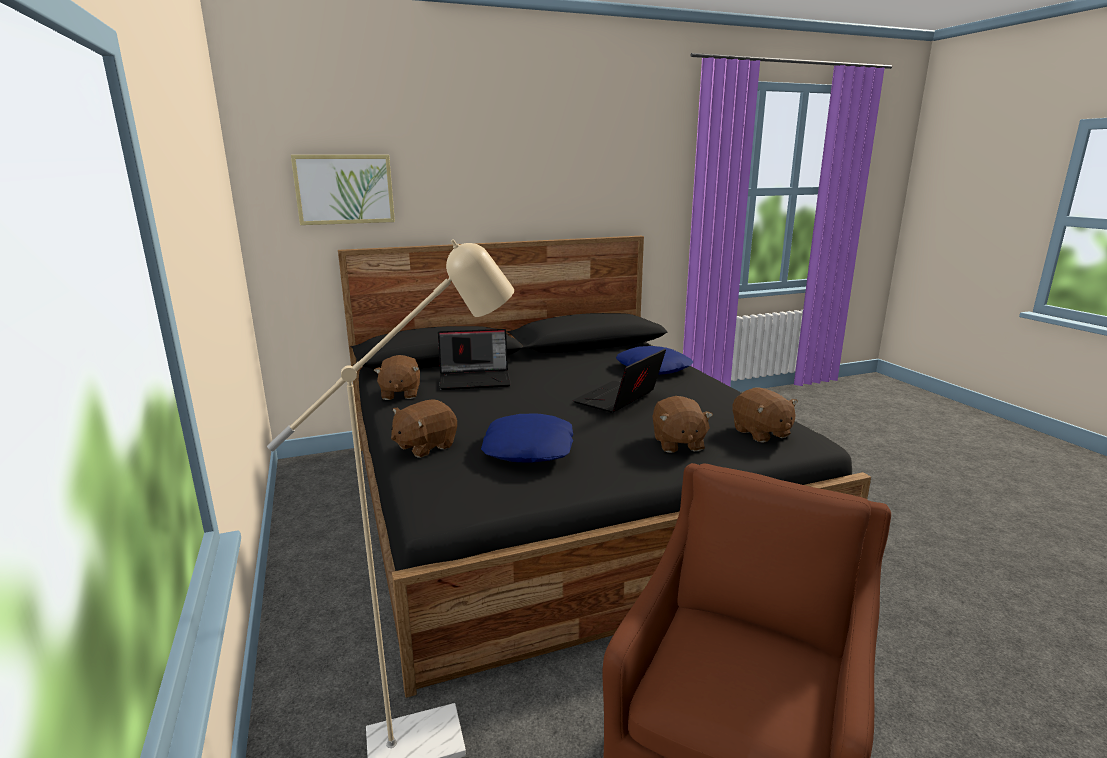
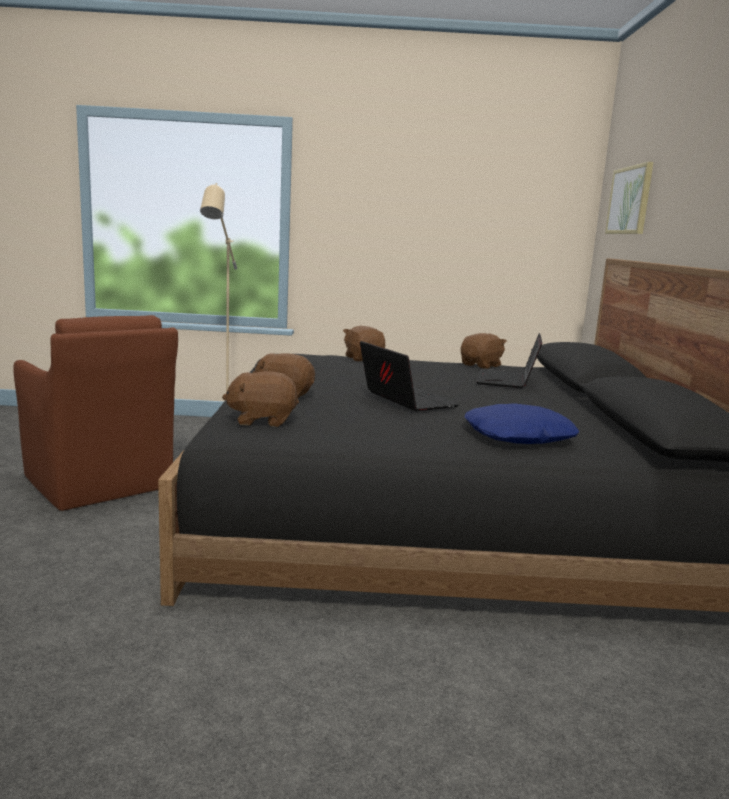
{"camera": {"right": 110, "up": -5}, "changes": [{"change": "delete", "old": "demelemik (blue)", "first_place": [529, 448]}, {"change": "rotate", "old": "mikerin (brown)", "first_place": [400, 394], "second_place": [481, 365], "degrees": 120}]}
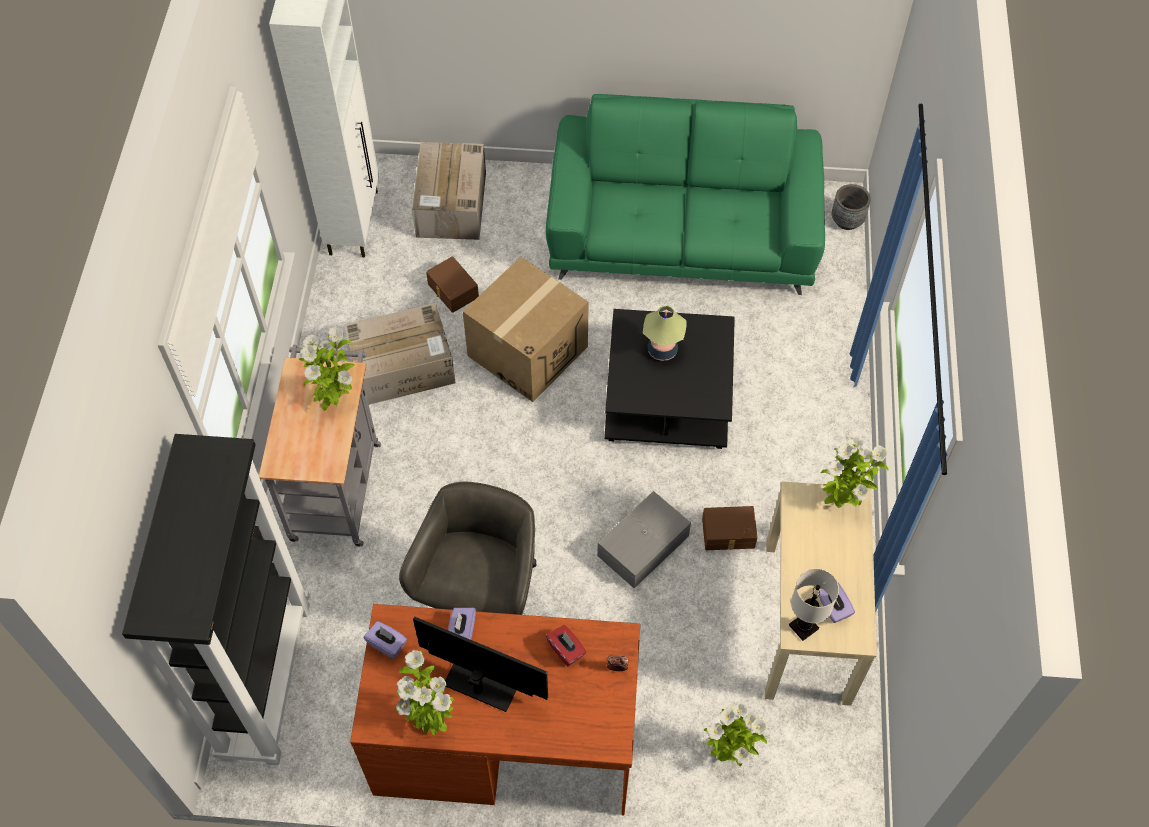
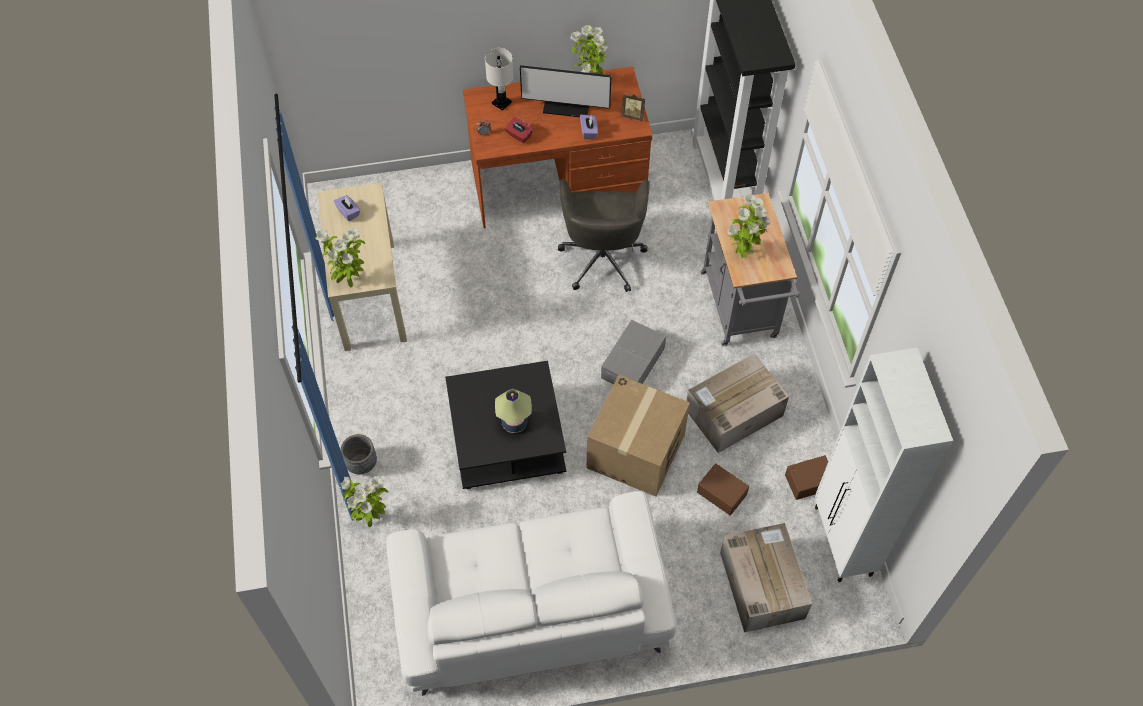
{"camera": {"right": 165, "up": 0}, "changes": [{"change": "move", "old": "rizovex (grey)", "first_place": [641, 545], "second_place": [634, 363]}, {"change": "move", "old": "rizovex (brown)", "first_place": [728, 534], "second_place": [808, 480]}, {"change": "move", "old": "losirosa", "first_place": [729, 754], "second_place": [370, 518]}, {"change": "move", "old": "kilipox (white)", "first_place": [804, 627], "second_place": [501, 103]}, {"change": "move", "old": "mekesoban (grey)", "first_place": [847, 221], "second_place": [361, 463]}, {"change": "replace", "old": "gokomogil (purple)", "new": "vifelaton", "first_place": [387, 644], "second_place": [633, 115]}, {"change": "recolor", "old": "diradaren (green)", "new": "diradaren (white)", "first_place": [683, 233], "second_place": [530, 608]}]}
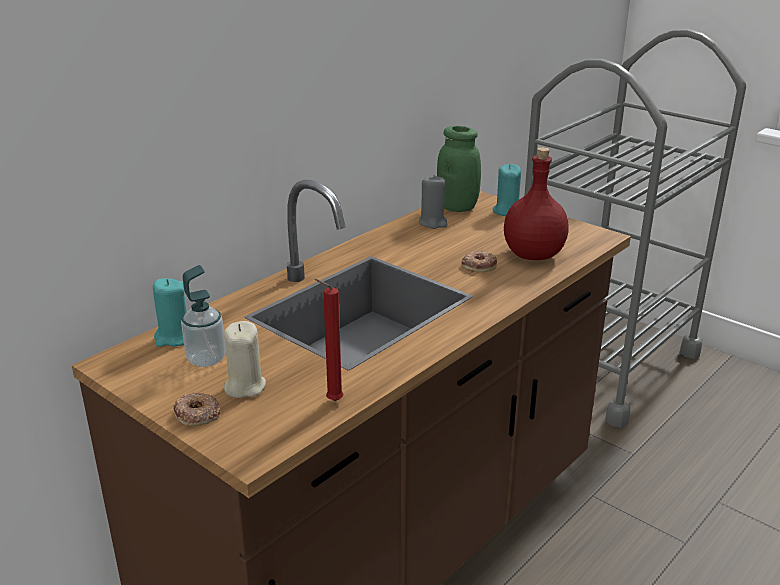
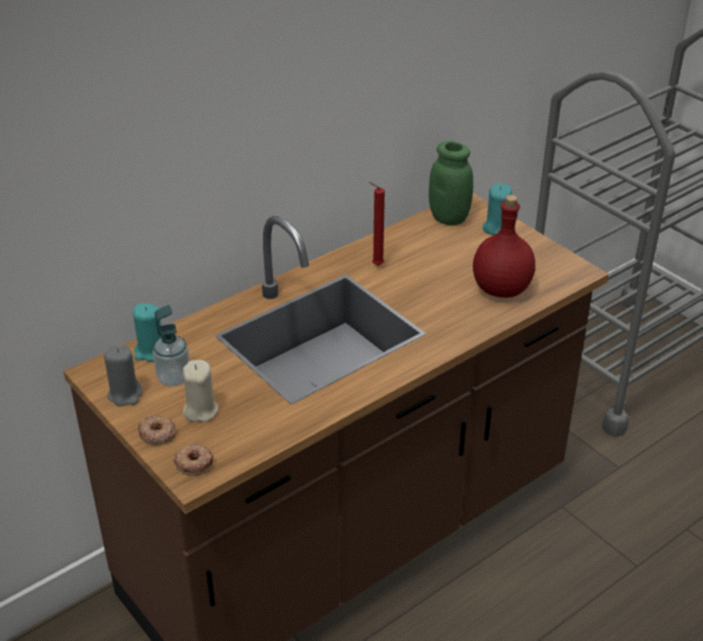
{"camera": {"right": 10, "up": 10}, "changes": [{"change": "move", "old": "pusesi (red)", "first_place": [332, 401], "second_place": [376, 265]}, {"change": "move", "old": "pusesi (grey)", "first_place": [433, 223], "second_place": [125, 394]}, {"change": "move", "old": "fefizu", "first_place": [479, 265], "second_place": [194, 462]}]}
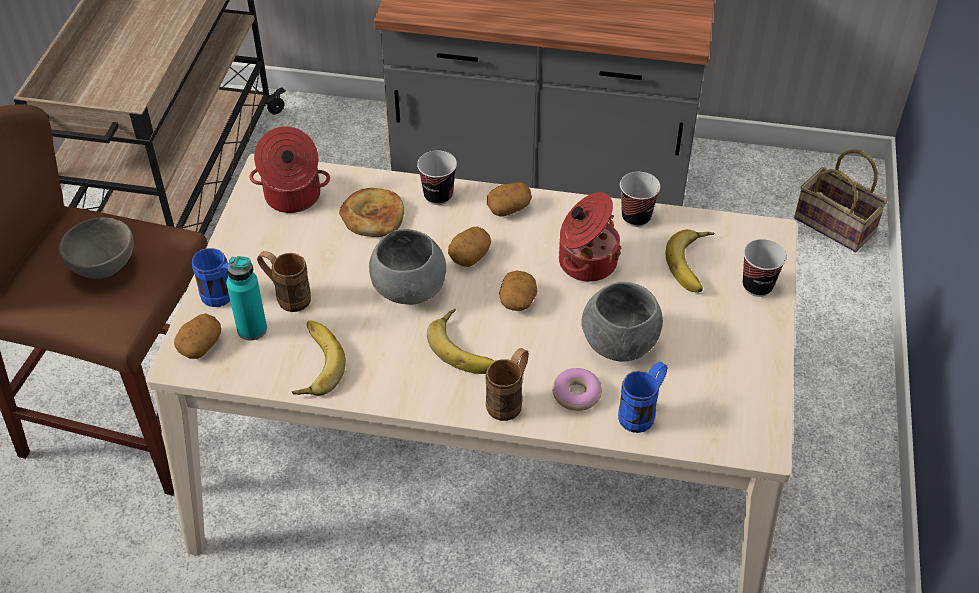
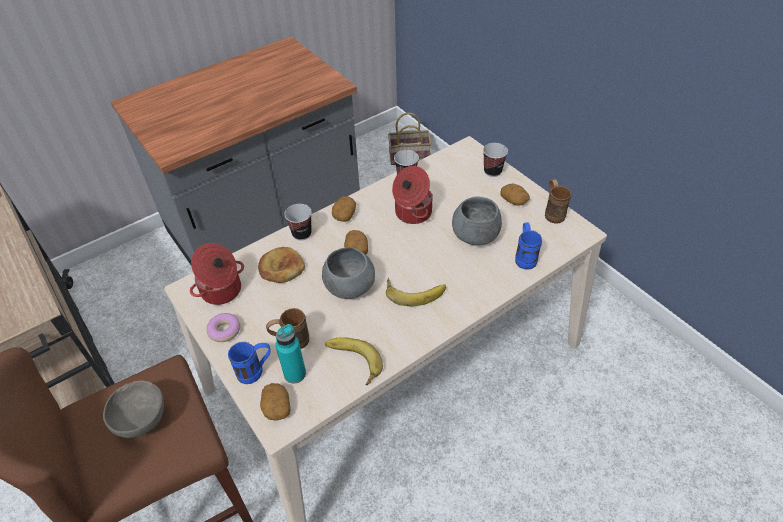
{"camera": {"right": -45, "up": 0}, "changes": [{"change": "delete", "old": "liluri", "first_place": [695, 264]}, {"change": "move", "old": "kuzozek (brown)", "first_place": [509, 400], "second_place": [553, 212]}, {"change": "move", "old": "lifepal", "first_place": [518, 300], "second_place": [514, 200]}, {"change": "move", "old": "fefizu", "first_place": [576, 394], "second_place": [224, 330]}]}
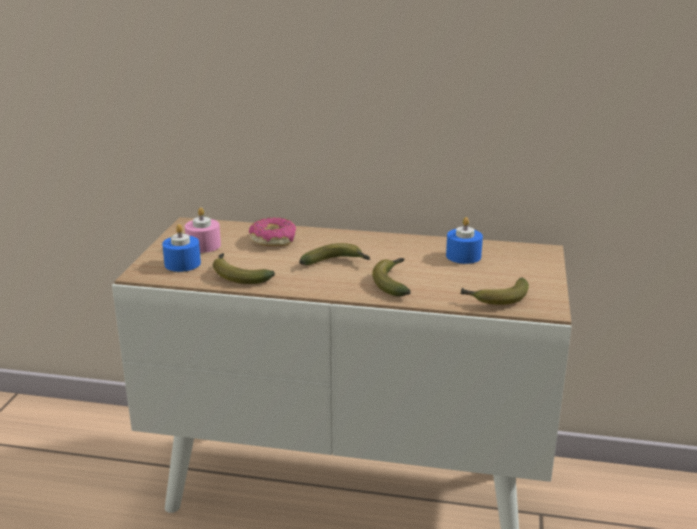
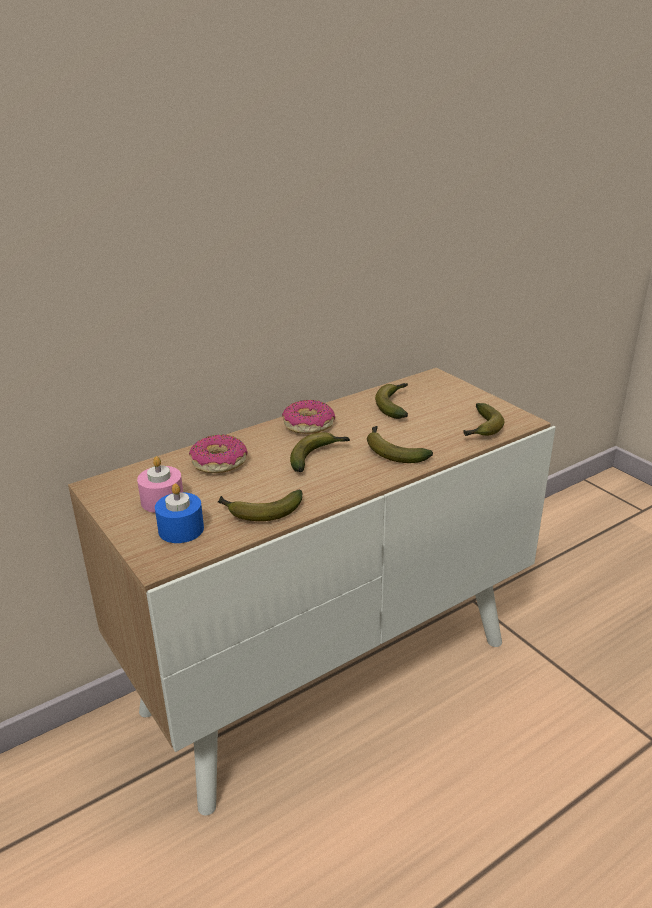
{"camera": {"right": -45, "up": 5}, "changes": [{"change": "insert", "new": "fefizu", "second_place": [308, 425]}, {"change": "replace", "old": "pusesi (blue)", "new": "liluri", "first_place": [463, 256], "second_place": [394, 405]}]}
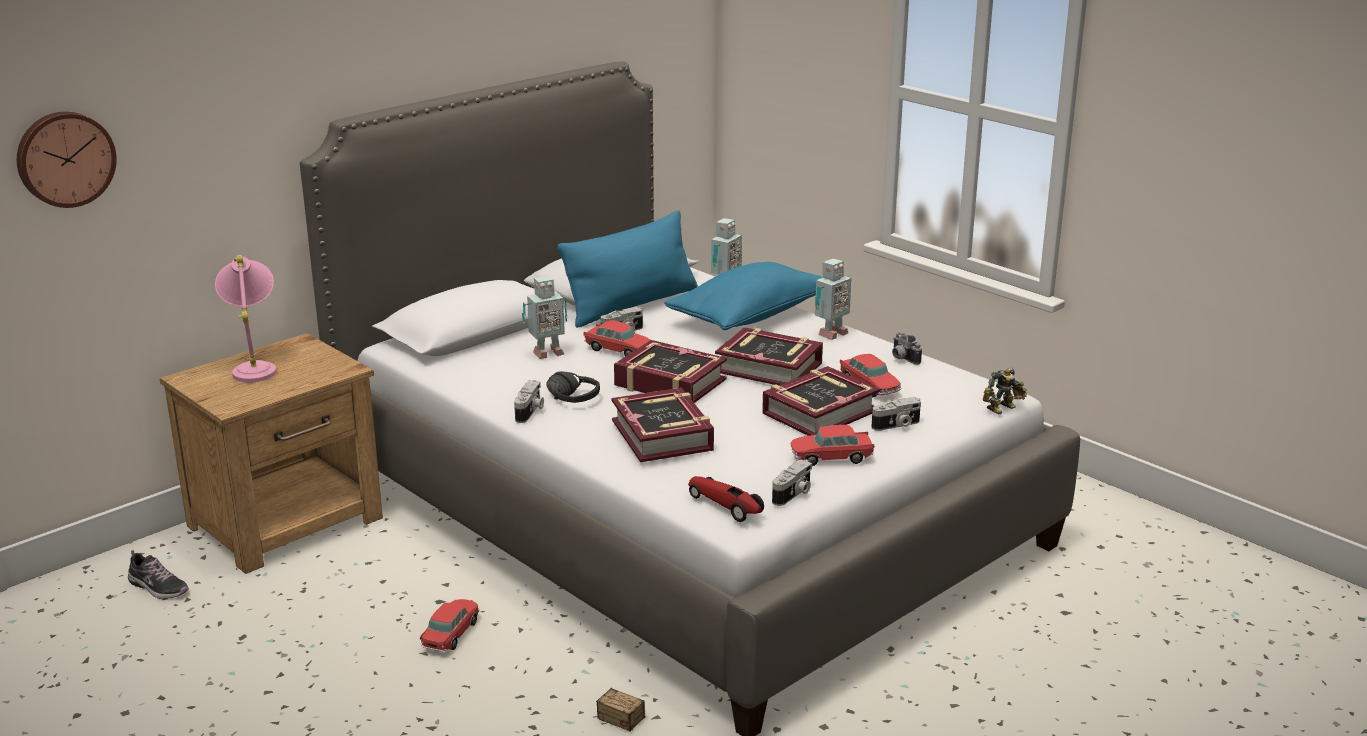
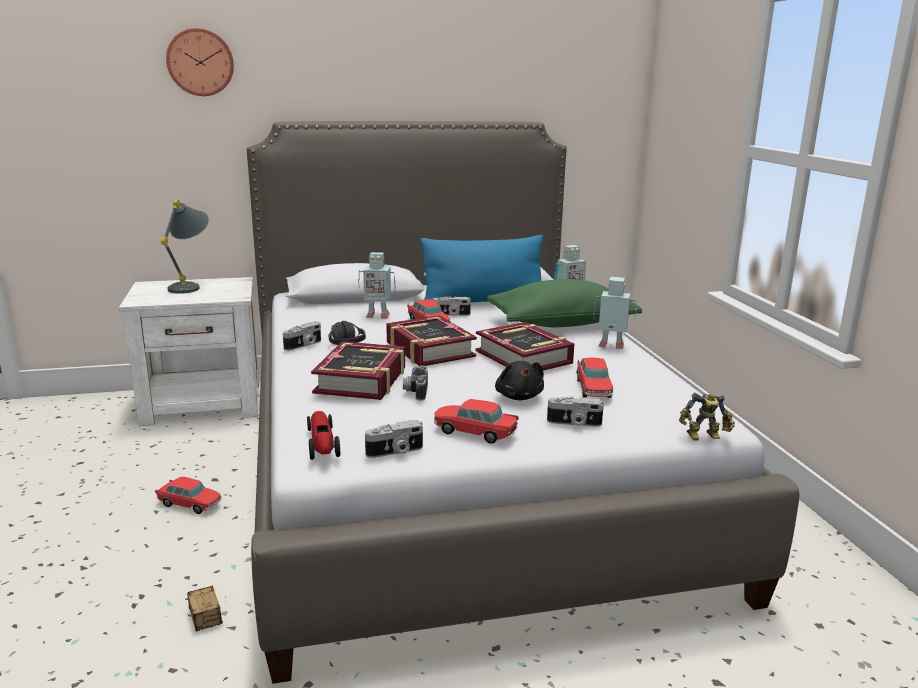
{"camera": {"right": 30, "up": -5}, "changes": [{"change": "delete", "old": "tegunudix", "first_place": [158, 587]}, {"change": "move", "old": "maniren", "first_place": [65, 158], "second_place": [200, 62]}, {"change": "move", "old": "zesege", "first_place": [902, 358], "second_place": [415, 392]}, {"change": "replace", "old": "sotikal", "new": "mikerin (black)", "first_place": [819, 412], "second_place": [519, 396]}, {"change": "recolor", "old": "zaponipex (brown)", "new": "zaponipex (white)", "first_place": [288, 522], "second_place": [204, 404]}, {"change": "recolor", "old": "kilipox (pink)", "new": "kilipox (grey)", "first_place": [255, 367], "second_place": [191, 286]}, {"change": "recolor", "old": "demelemik (blue)", "new": "demelemik (green)", "first_place": [749, 316], "second_place": [561, 324]}, {"change": "rotate", "old": "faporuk", "first_place": [451, 634], "second_place": [190, 504], "degrees": 60}, {"change": "rotate", "old": "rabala", "first_place": [830, 334], "second_place": [612, 347], "degrees": -150}]}
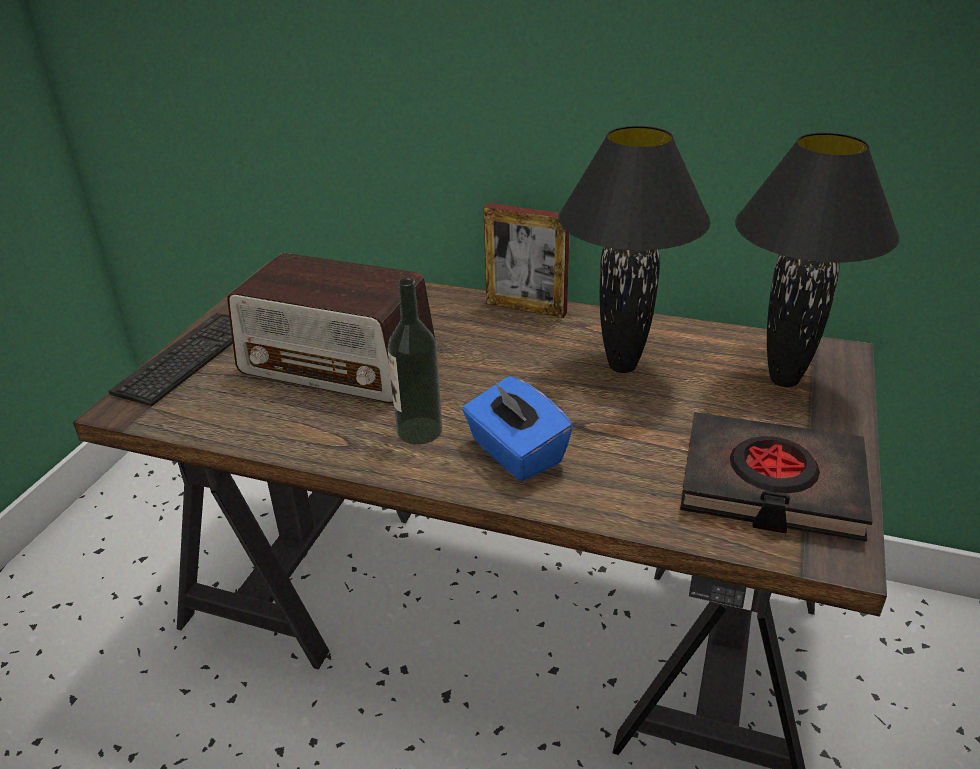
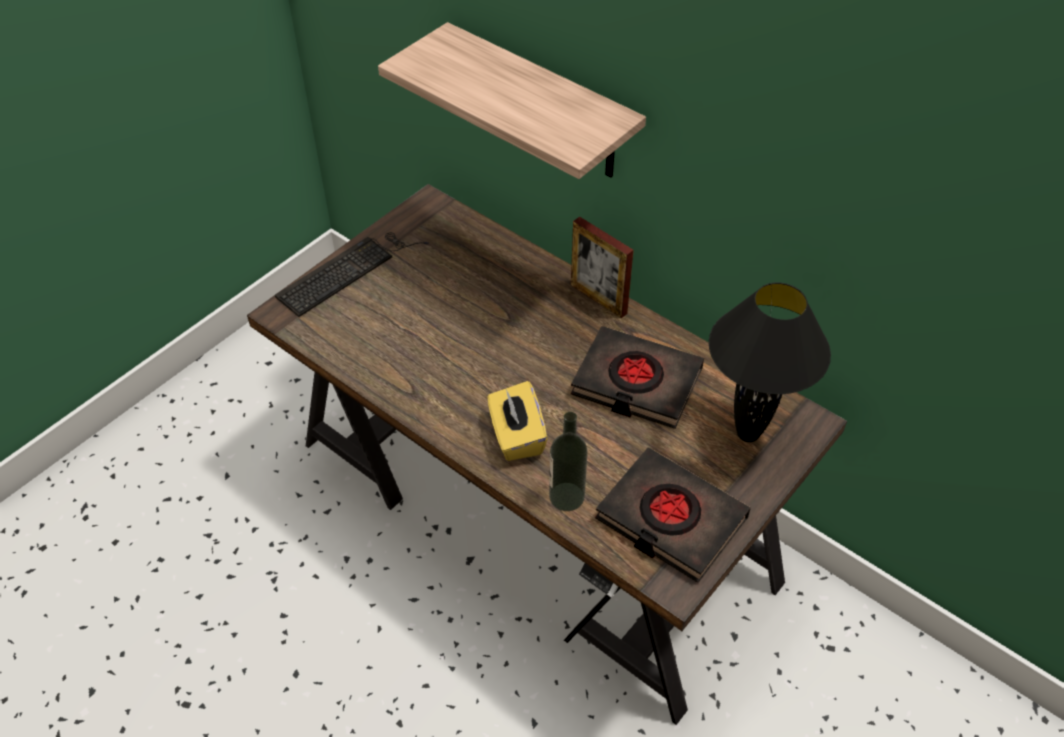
{"camera": {"right": 20, "up": 15}, "changes": [{"change": "delete", "old": "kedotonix", "first_place": [339, 364]}, {"change": "insert", "new": "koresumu", "second_place": [541, 104]}, {"change": "move", "old": "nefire", "first_place": [419, 430], "second_place": [566, 496]}, {"change": "replace", "old": "kilipox (black)", "new": "sotikal (black)", "first_place": [623, 367], "second_place": [636, 383]}, {"change": "recolor", "old": "gokomogil (blue)", "new": "gokomogil (yellow)", "first_place": [515, 453], "second_place": [516, 436]}]}
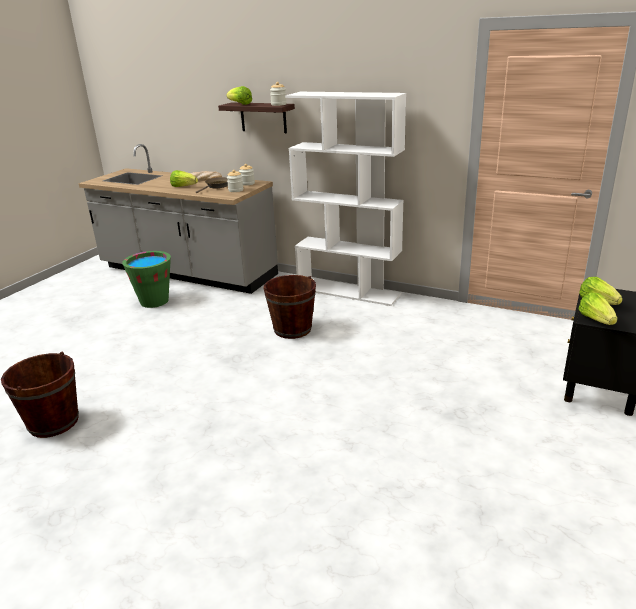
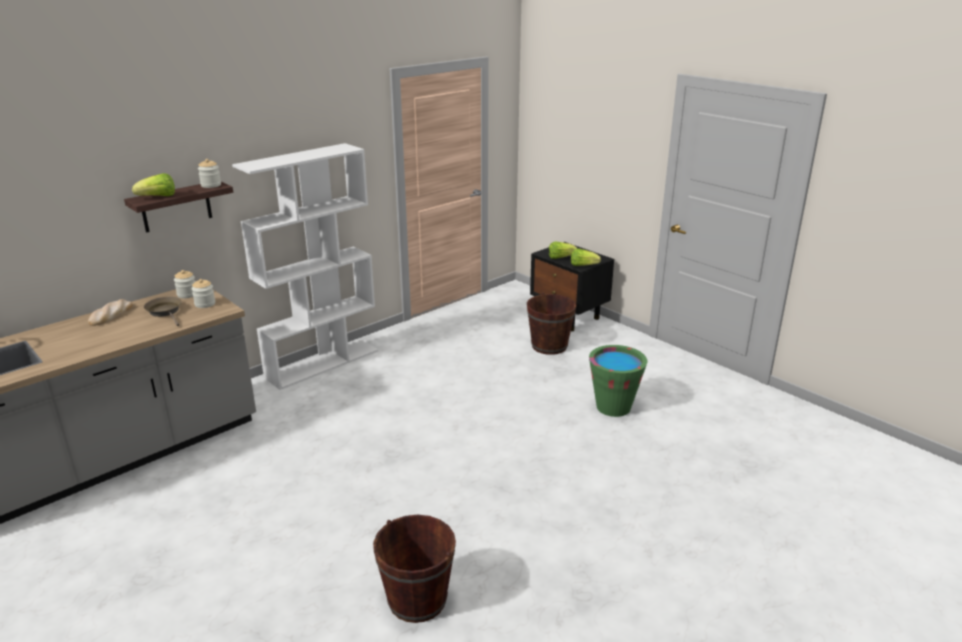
{"camera": {"right": -70, "up": 0}, "changes": [{"change": "delete", "old": "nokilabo", "first_place": [183, 187]}, {"change": "move", "old": "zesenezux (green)", "first_place": [154, 301], "second_place": [613, 407]}, {"change": "move", "old": "zesenezux (brown)", "first_place": [292, 329], "second_place": [549, 346]}]}
